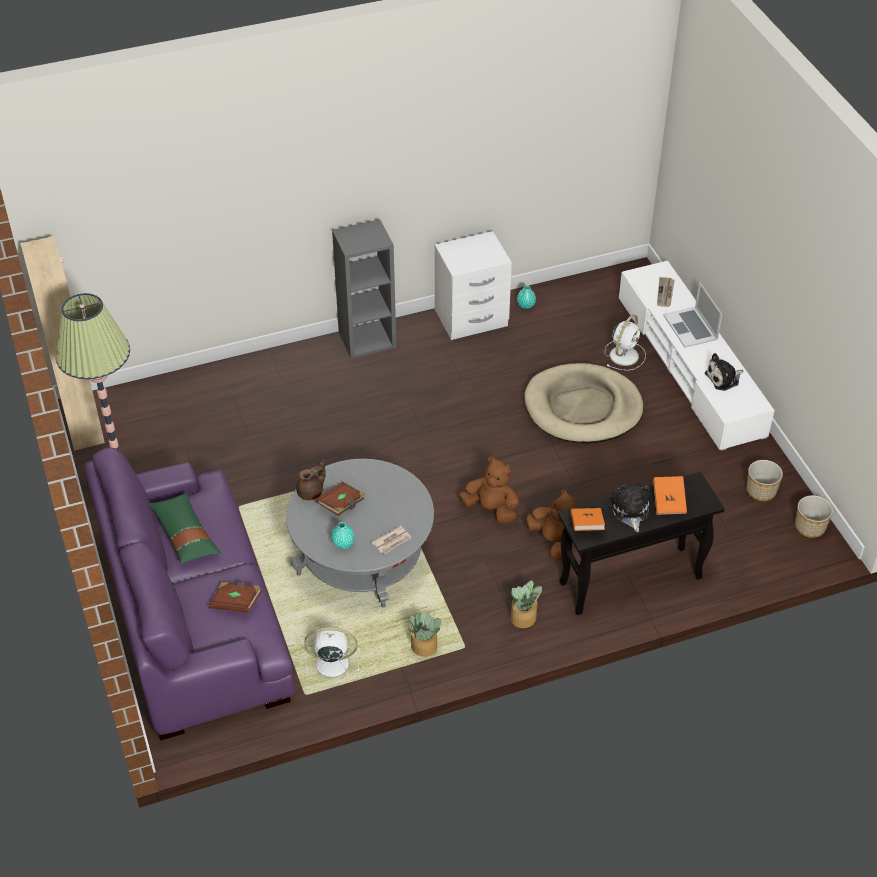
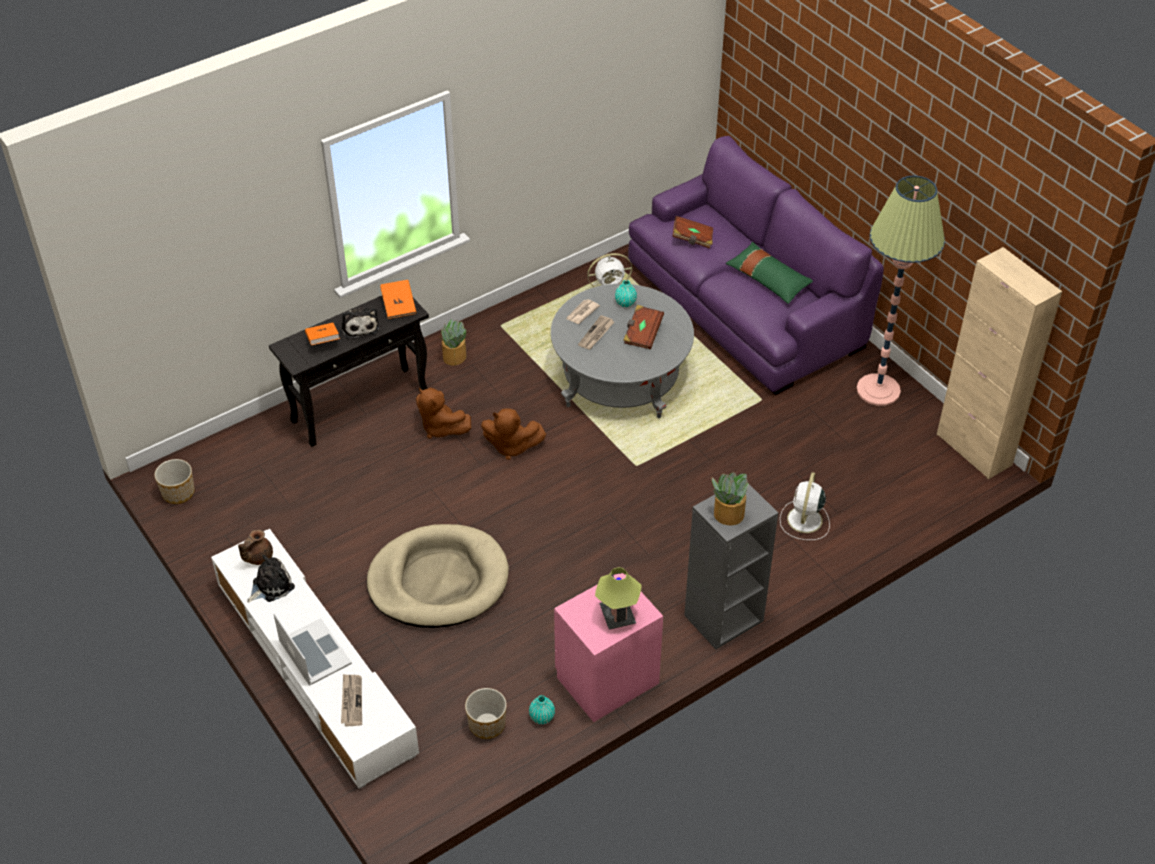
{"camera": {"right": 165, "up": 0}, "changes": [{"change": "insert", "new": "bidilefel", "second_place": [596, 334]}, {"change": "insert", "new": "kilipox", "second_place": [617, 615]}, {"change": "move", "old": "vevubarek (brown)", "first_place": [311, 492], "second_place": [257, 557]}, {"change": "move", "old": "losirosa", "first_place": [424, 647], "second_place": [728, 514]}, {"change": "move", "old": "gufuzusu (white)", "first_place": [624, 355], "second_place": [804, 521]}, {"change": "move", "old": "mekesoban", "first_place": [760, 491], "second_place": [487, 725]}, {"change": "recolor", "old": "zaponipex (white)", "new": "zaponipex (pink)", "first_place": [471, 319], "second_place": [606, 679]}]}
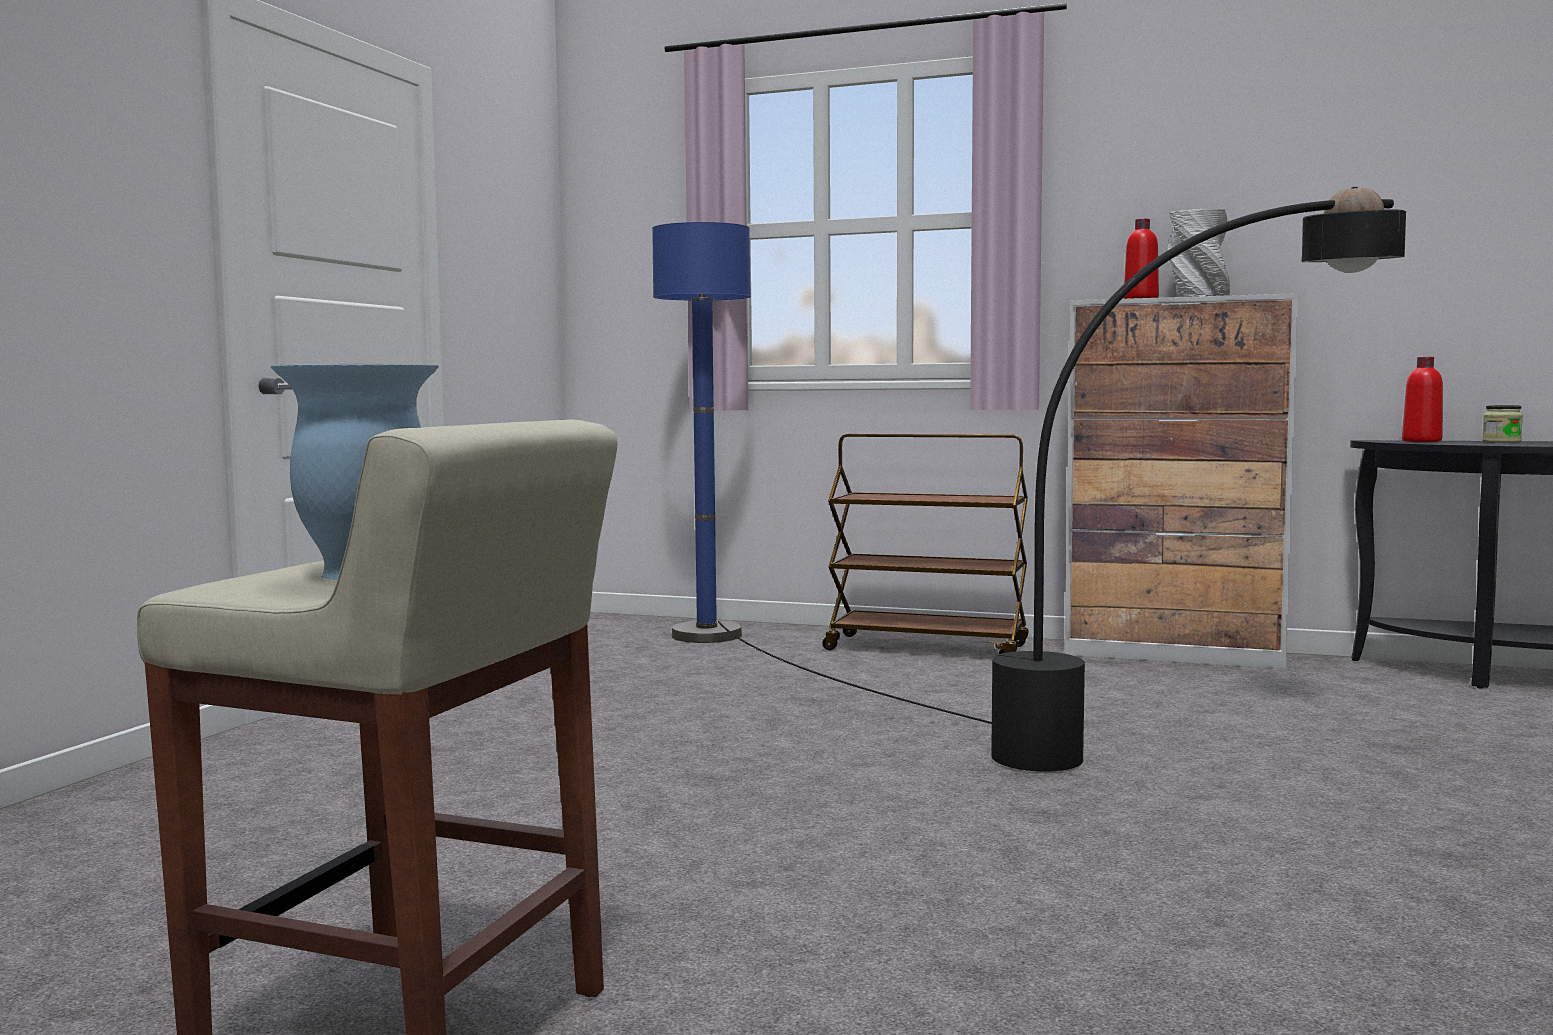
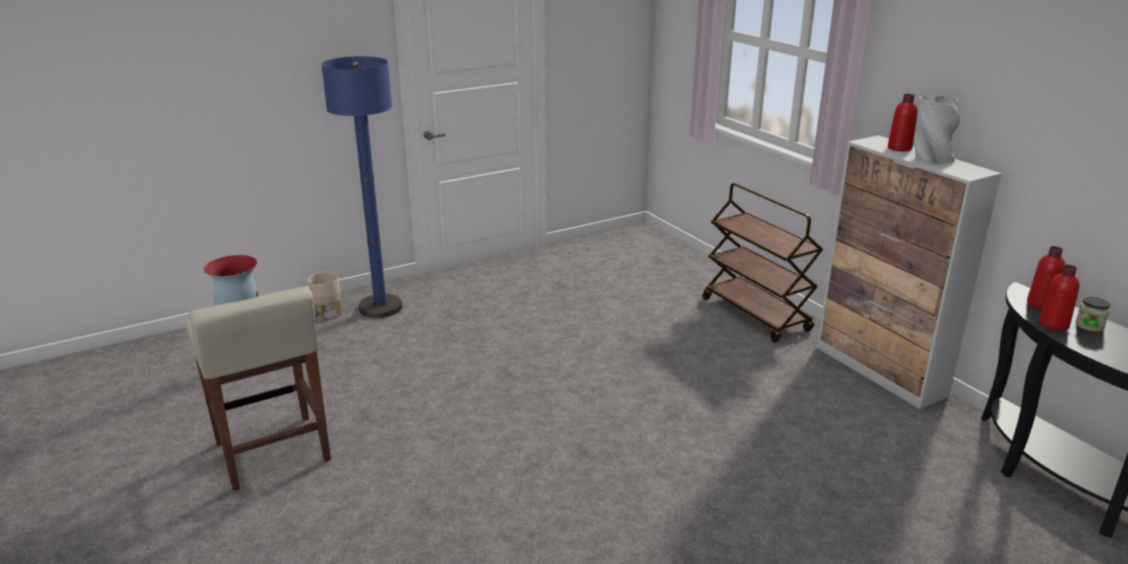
{"camera": {"right": 40, "up": 20}, "changes": [{"change": "delete", "old": "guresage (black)", "first_place": [1110, 737]}, {"change": "insert", "new": "mekesoban (beige)", "second_place": [327, 313]}, {"change": "insert", "new": "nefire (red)", "second_place": [1053, 324]}, {"change": "move", "old": "guresage (blue)", "first_place": [706, 635], "second_place": [381, 308]}]}
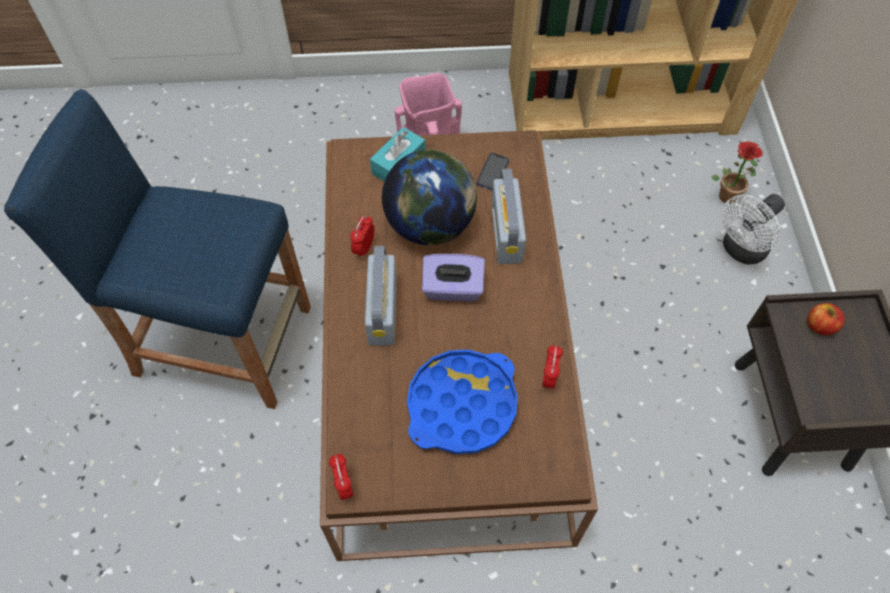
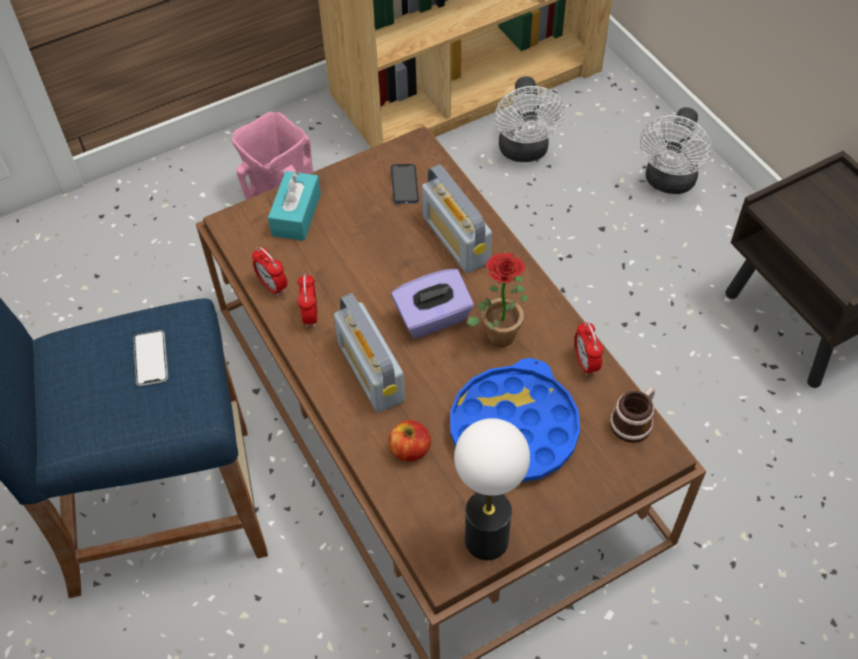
{"camera": {"right": -25, "up": -5}, "changes": [{"change": "delete", "old": "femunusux", "first_place": [430, 224]}, {"change": "insert", "new": "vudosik", "second_place": [151, 359]}, {"change": "insert", "new": "kilipox", "second_place": [487, 540]}, {"change": "insert", "new": "gufuzusu (white)", "second_place": [524, 152]}, {"change": "insert", "new": "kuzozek", "second_place": [634, 421]}, {"change": "move", "old": "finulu", "first_place": [344, 485], "second_place": [273, 286]}, {"change": "move", "old": "losirosa", "first_place": [727, 193], "second_place": [499, 330]}, {"change": "move", "old": "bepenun", "first_place": [820, 325], "second_place": [410, 449]}]}
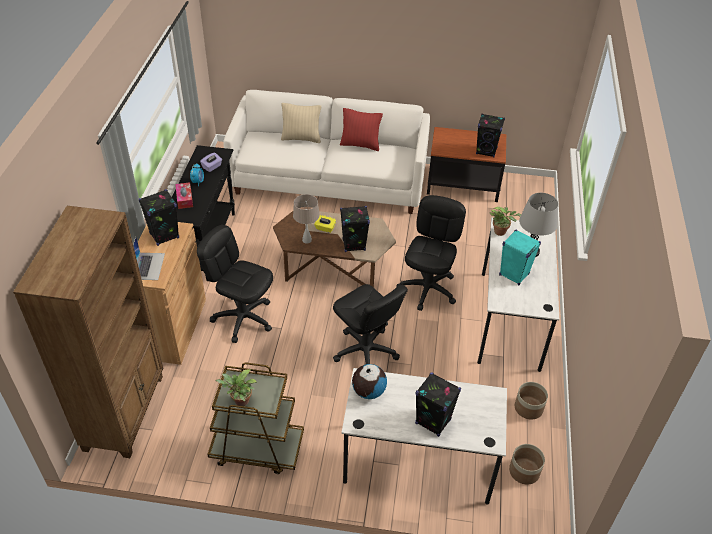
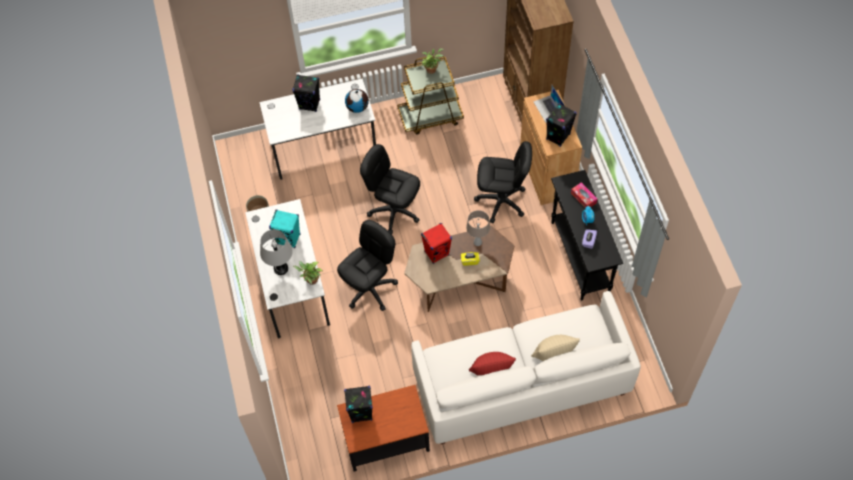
{"camera": {"right": 160, "up": 15}, "changes": [{"change": "delete", "old": "mekesoban", "first_place": [524, 471]}, {"change": "recolor", "old": "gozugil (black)", "new": "gozugil (red)", "first_place": [353, 245], "second_place": [437, 253]}, {"change": "rotate", "old": "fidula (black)", "first_place": [428, 289], "second_place": [370, 288], "degrees": -135}]}
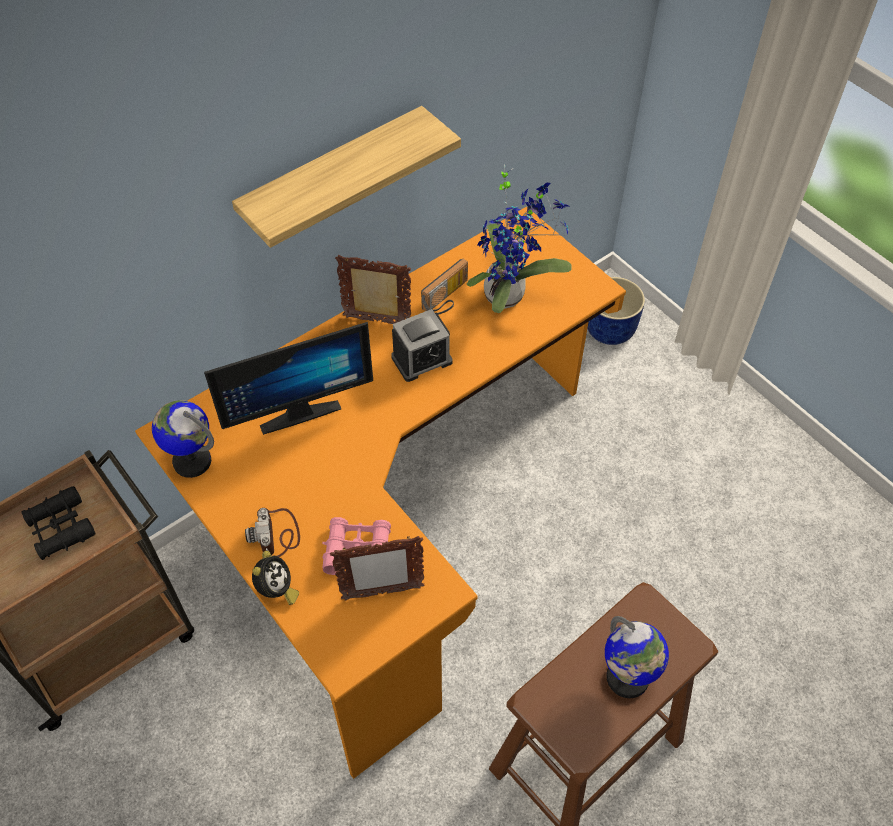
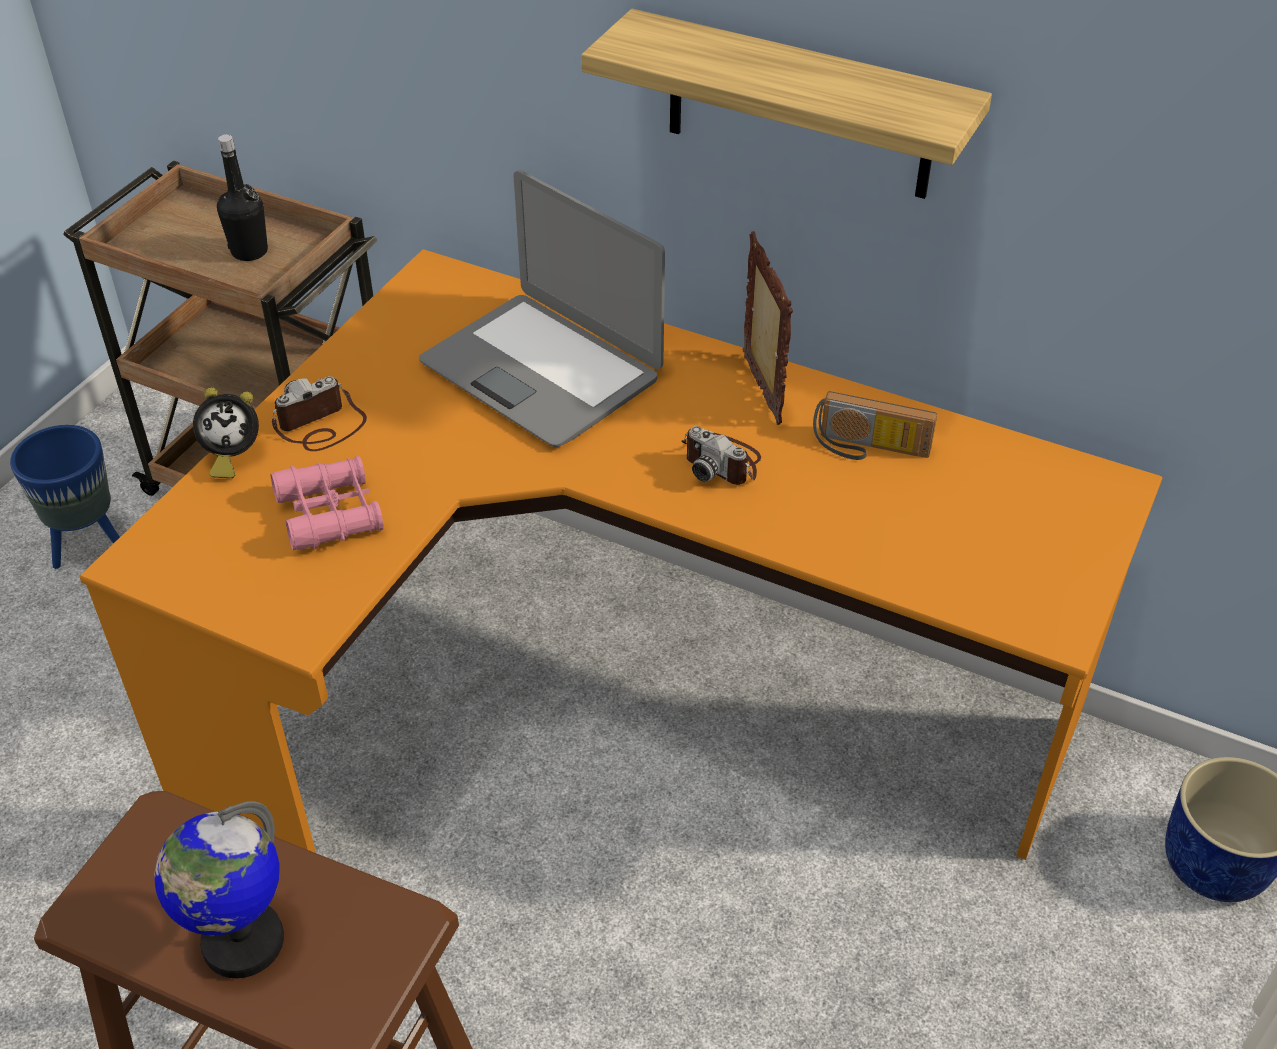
{"camera": {"right": 65, "up": -10}, "changes": [{"change": "delete", "old": "femunusux", "first_place": [192, 461]}, {"change": "delete", "old": "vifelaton", "first_place": [382, 593]}, {"change": "delete", "old": "losirosa", "first_place": [509, 294]}, {"change": "insert", "new": "mekesoban (blue)", "second_place": [88, 546]}, {"change": "replace", "old": "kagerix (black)", "new": "nefire (black)", "first_place": [61, 528], "second_place": [249, 251]}, {"change": "replace", "old": "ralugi", "new": "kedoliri", "first_place": [297, 409], "second_place": [542, 370]}, {"change": "replace", "old": "finulu", "new": "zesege", "first_place": [422, 359], "second_place": [722, 462]}]}
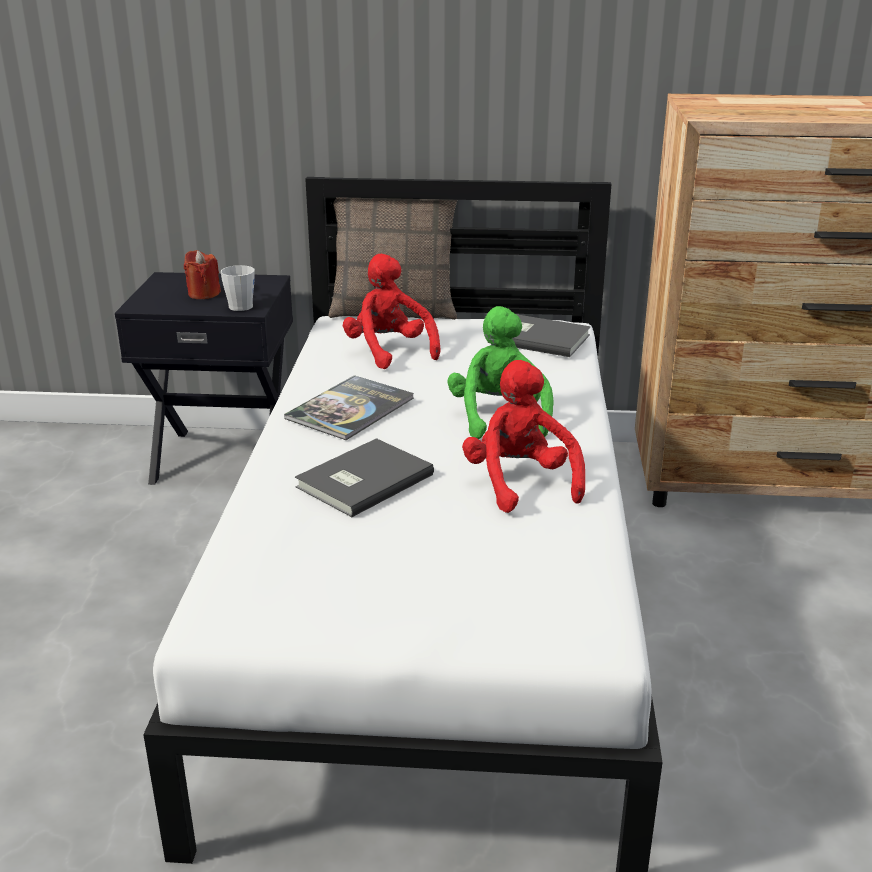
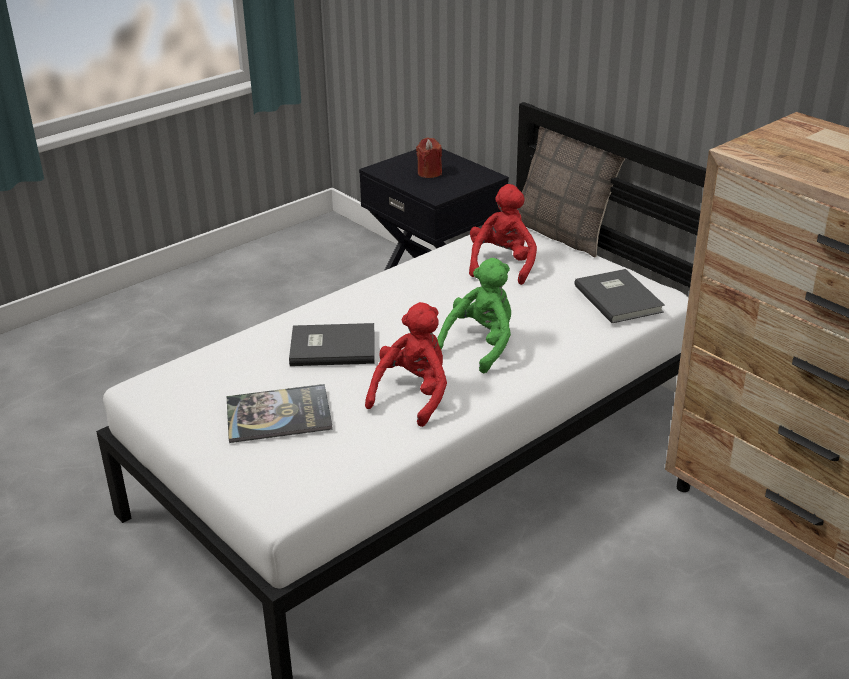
{"camera": {"right": 45, "up": 5}, "changes": [{"change": "delete", "old": "kuzozek (grey)", "first_place": [239, 305]}, {"change": "move", "old": "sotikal", "first_place": [350, 409], "second_place": [278, 415]}]}
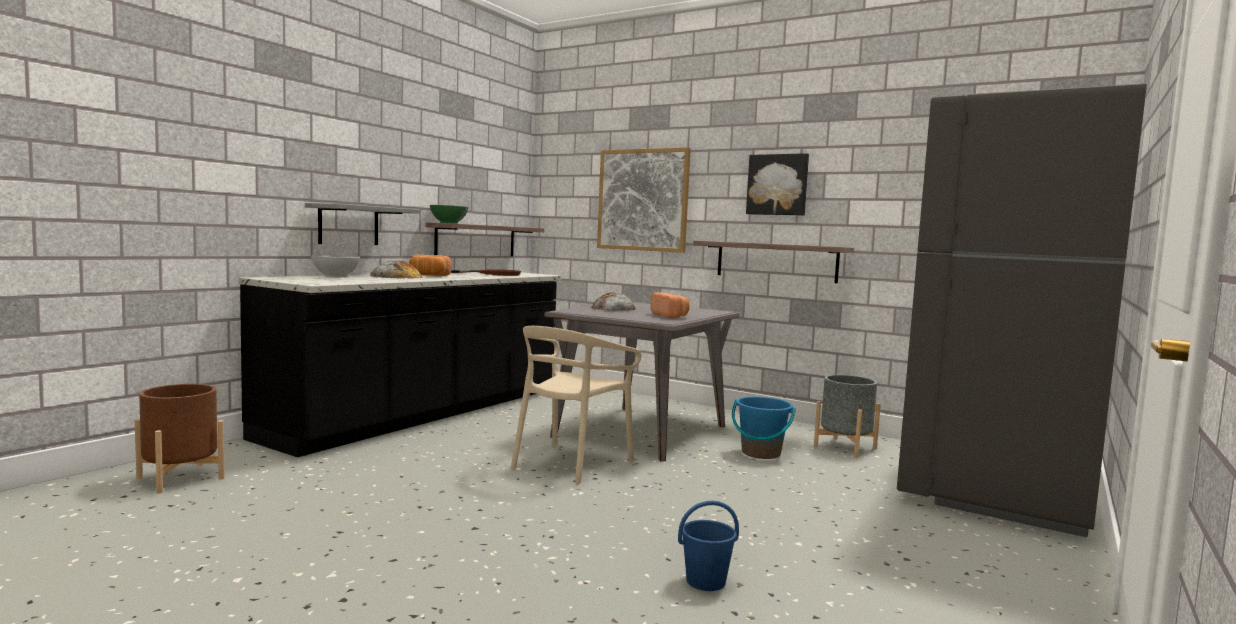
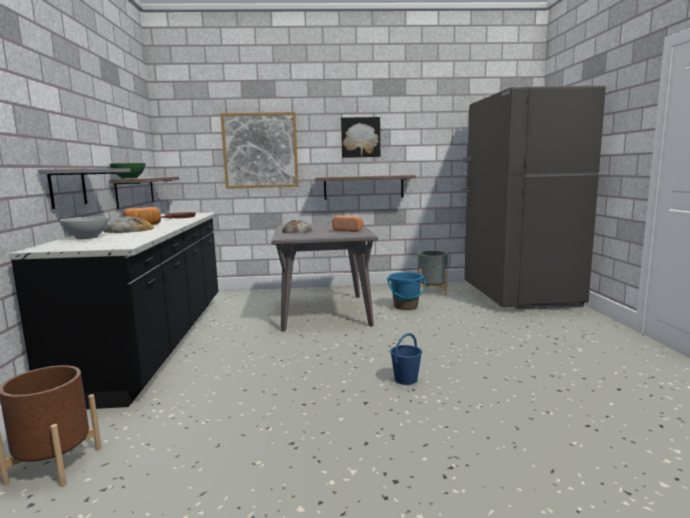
{"camera": {"right": -35, "up": 5}, "changes": [{"change": "delete", "old": "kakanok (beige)", "first_place": [570, 463]}, {"change": "move", "old": "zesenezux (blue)", "first_place": [706, 581], "second_place": [406, 379]}]}
